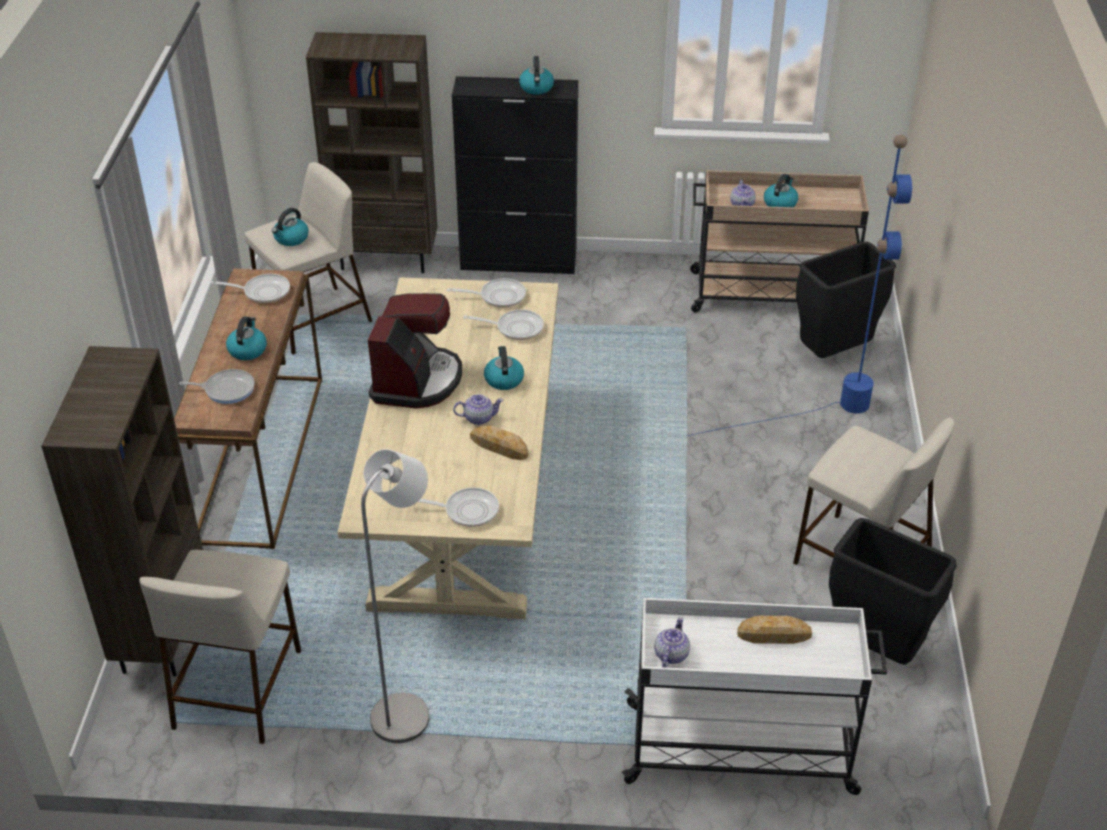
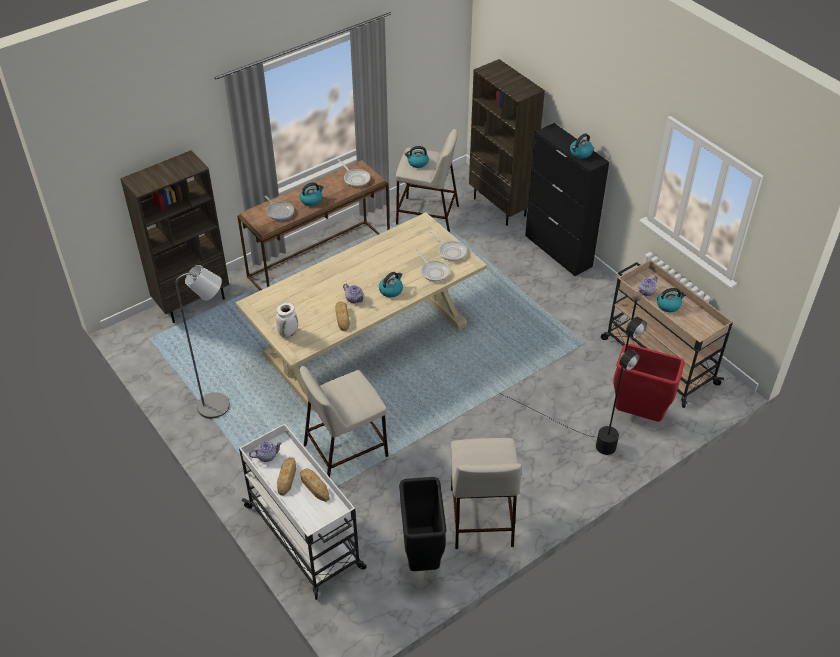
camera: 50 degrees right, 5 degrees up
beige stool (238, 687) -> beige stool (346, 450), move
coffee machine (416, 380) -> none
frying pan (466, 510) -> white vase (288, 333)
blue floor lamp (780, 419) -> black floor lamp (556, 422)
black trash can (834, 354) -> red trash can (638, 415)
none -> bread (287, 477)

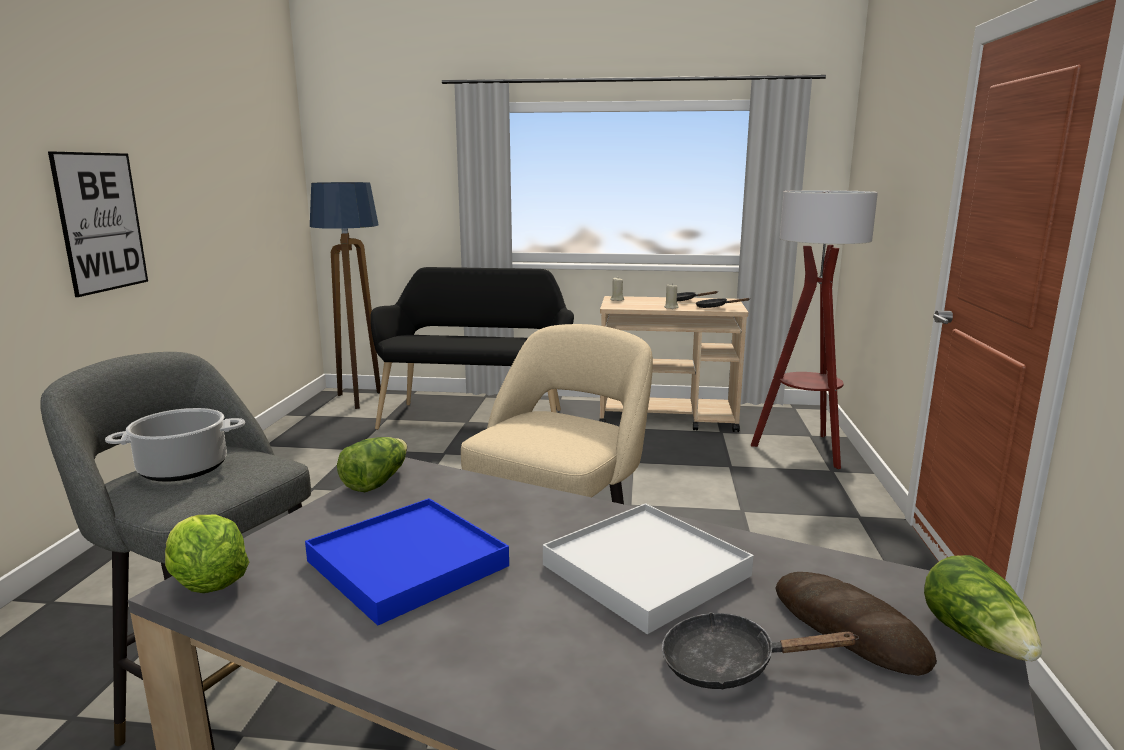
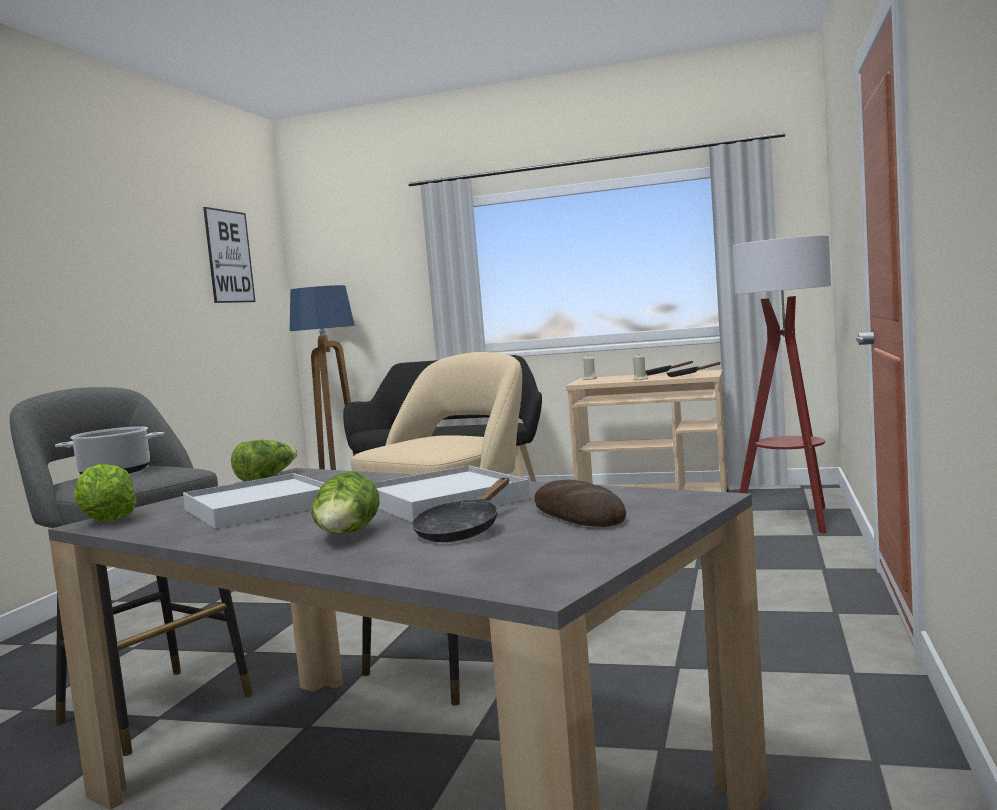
camera: 10 degrees right, 10 degrees down
picture (101, 222) -> picture (229, 256), move
blue tray (406, 563) -> white tray (258, 507)
black frying pan (729, 665) -> black frying pan (462, 530), 75 degrees counterclockwise
lettuce (977, 639) -> lettuce (347, 535), move

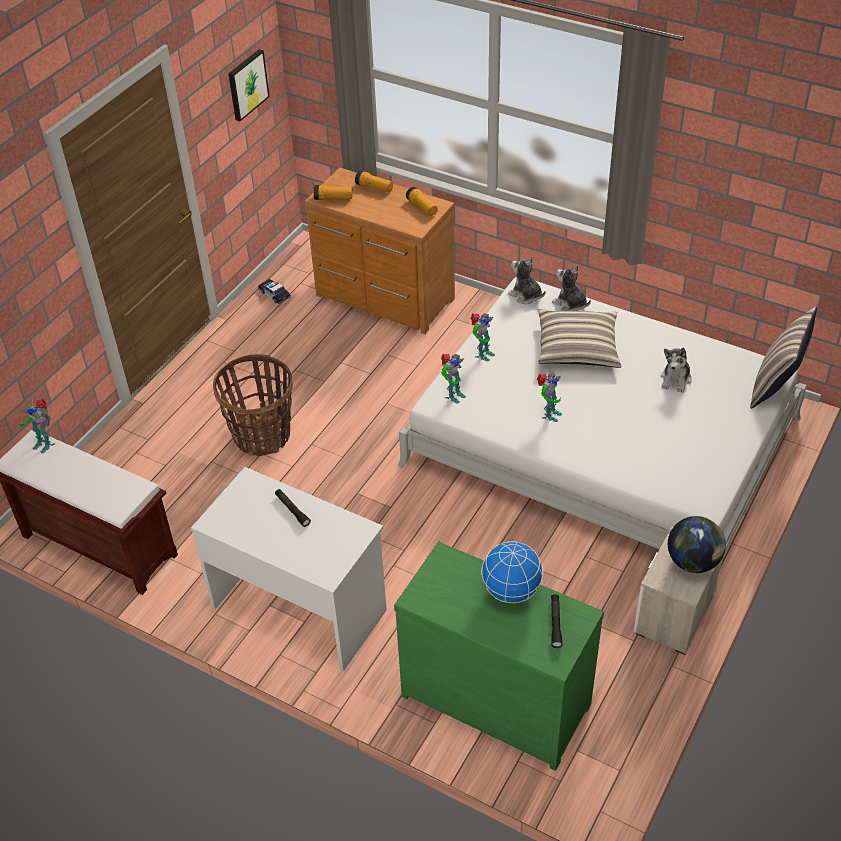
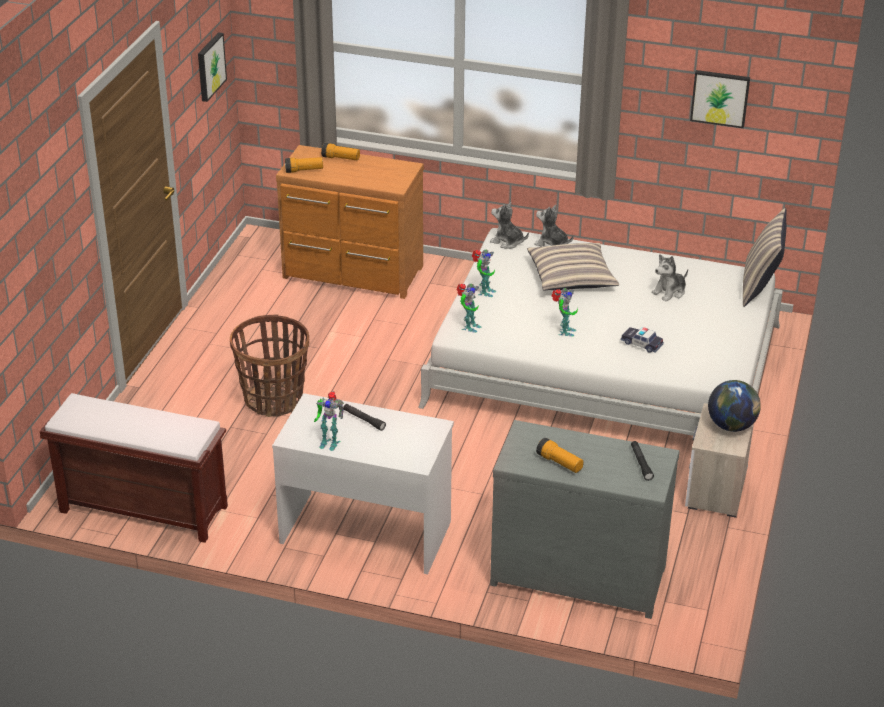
camera: 15 degrees left, 10 degrees down
toy robot (44, 443) -> toy robot (329, 442), move
toy car (274, 294) -> toy car (641, 343), move
green dresser (497, 695) -> grey dresser (578, 571)
flashlight (422, 207) -> flashlight (559, 463), move
globe (511, 590) -> none
plush toy (675, 379) -> plush toy (669, 292), 45 degrees clockwise
none -> picture (720, 98)

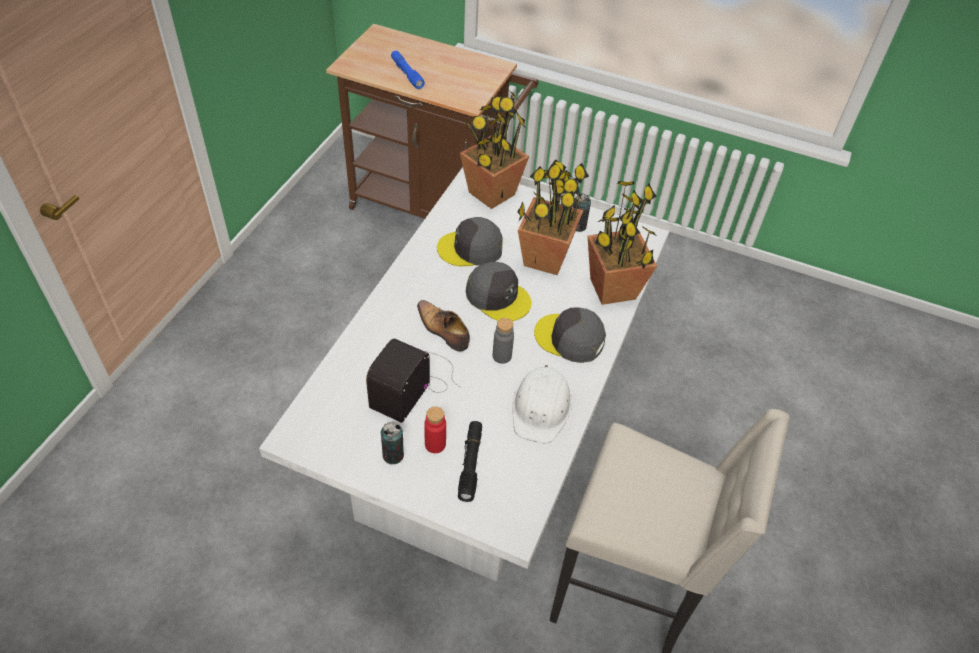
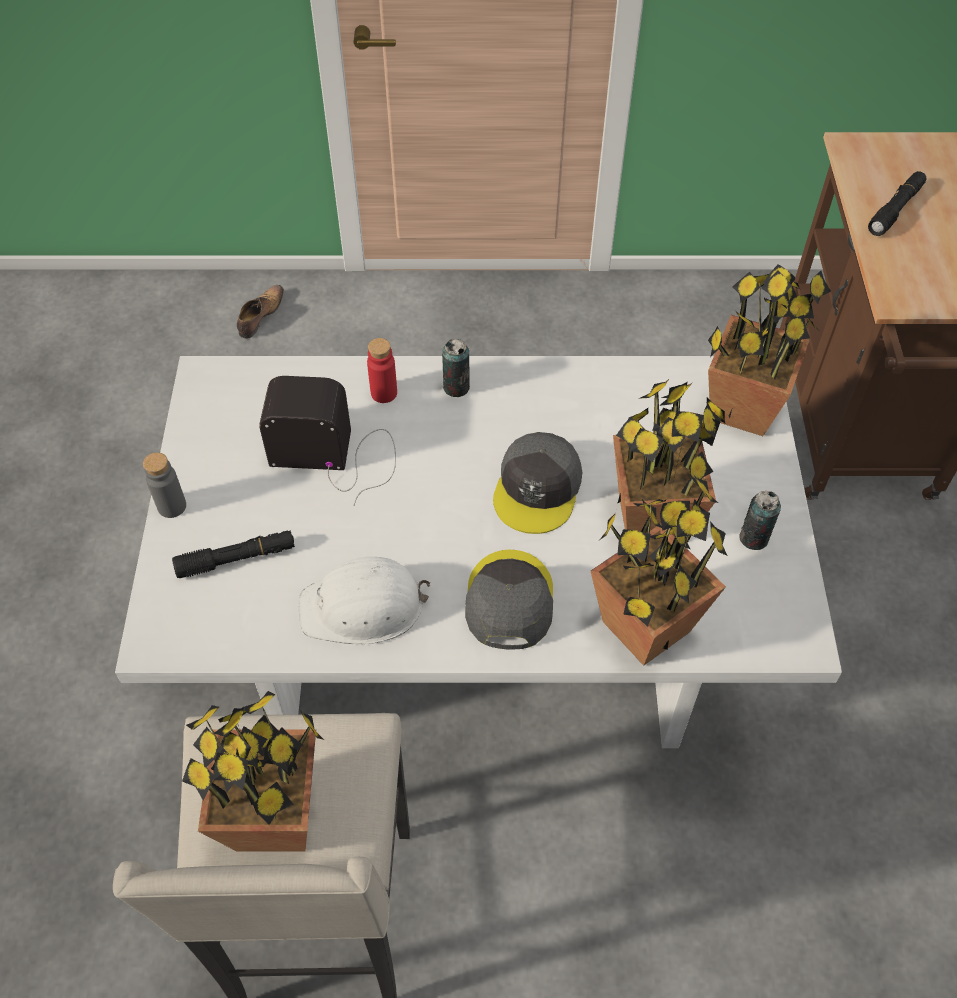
camera: 70 degrees right, 5 degrees up
can (393, 455) -> can (456, 387), move
blue flashlight (407, 74) -> black flashlight (895, 209)
shoe (443, 330) -> shoe (260, 316), move
red bottle (435, 444) -> red bottle (384, 393), move
grey cap (471, 248) -> none
grey bottle (502, 356) -> grey bottle (172, 506), move
none -> potted plant (274, 816)

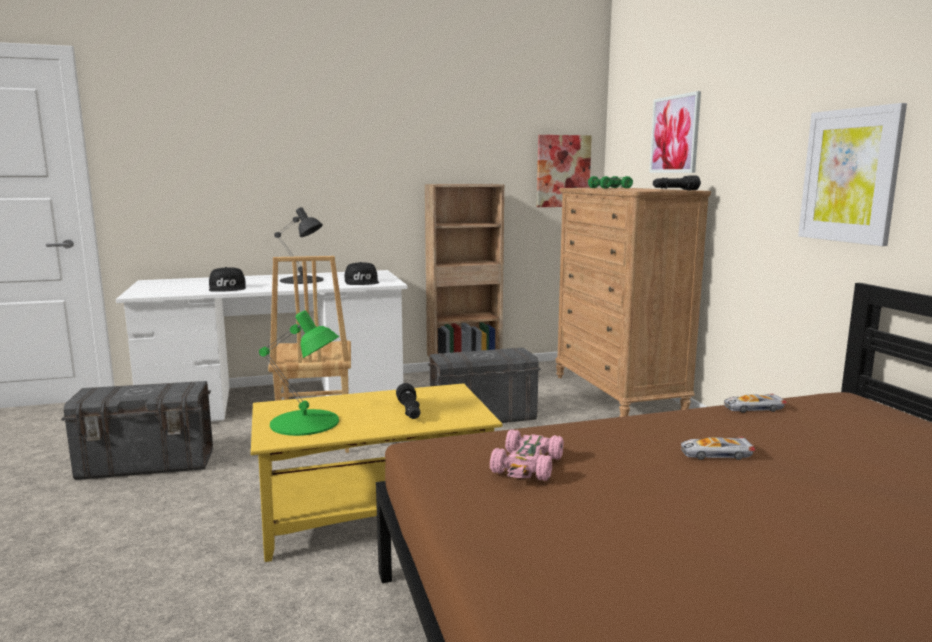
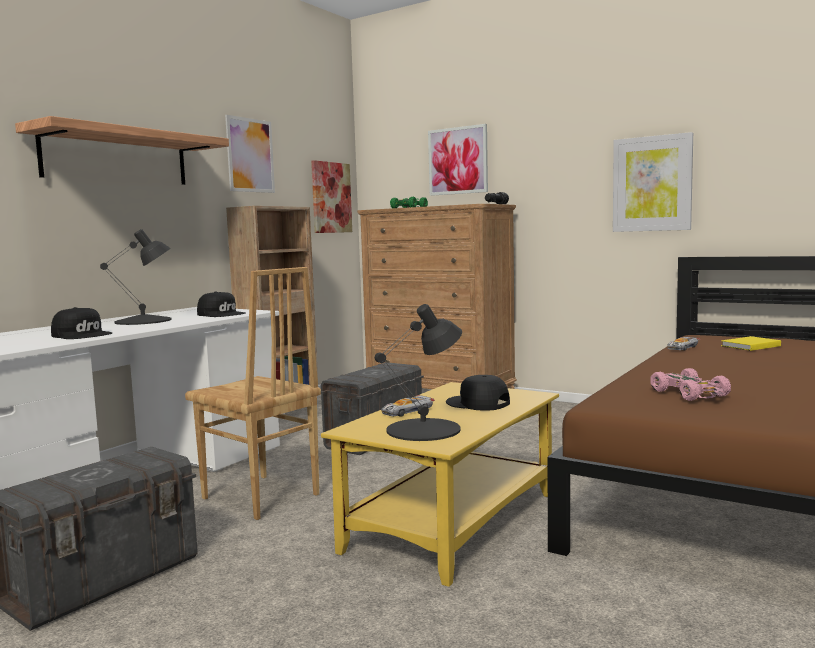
camera: 40 degrees left, 5 degrees down
green table lamp (305, 423) -> black table lamp (425, 429)
black flashlight (409, 411) -> black cap (477, 403)
toy car (715, 454) -> toy car (407, 411), move
none -> shelf (117, 158)
none -> picture (250, 155)
none -> yellow book (749, 346)

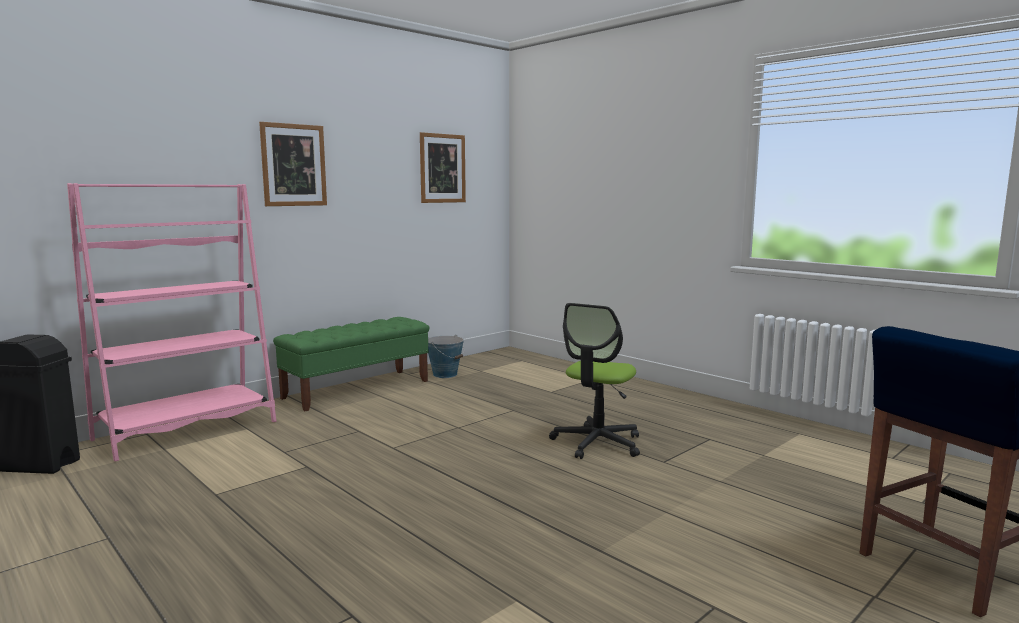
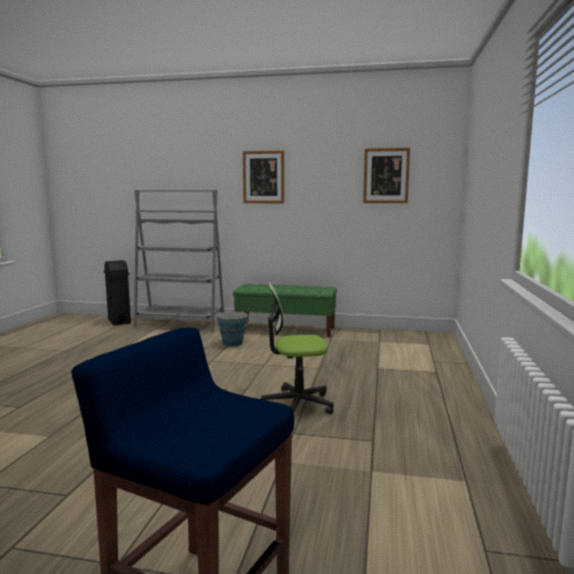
camera: 55 degrees right, 0 degrees up
pink bookcase (187, 430) -> grey bookcase (180, 324)
bucket (445, 374) -> bucket (233, 343), move

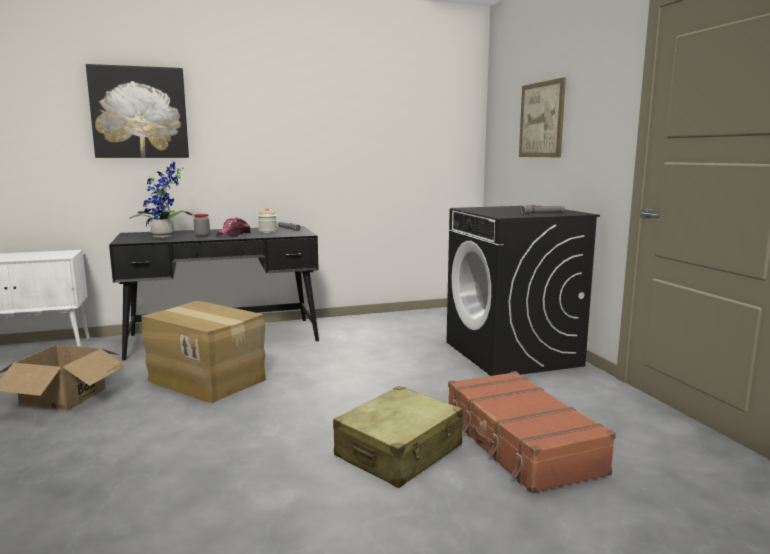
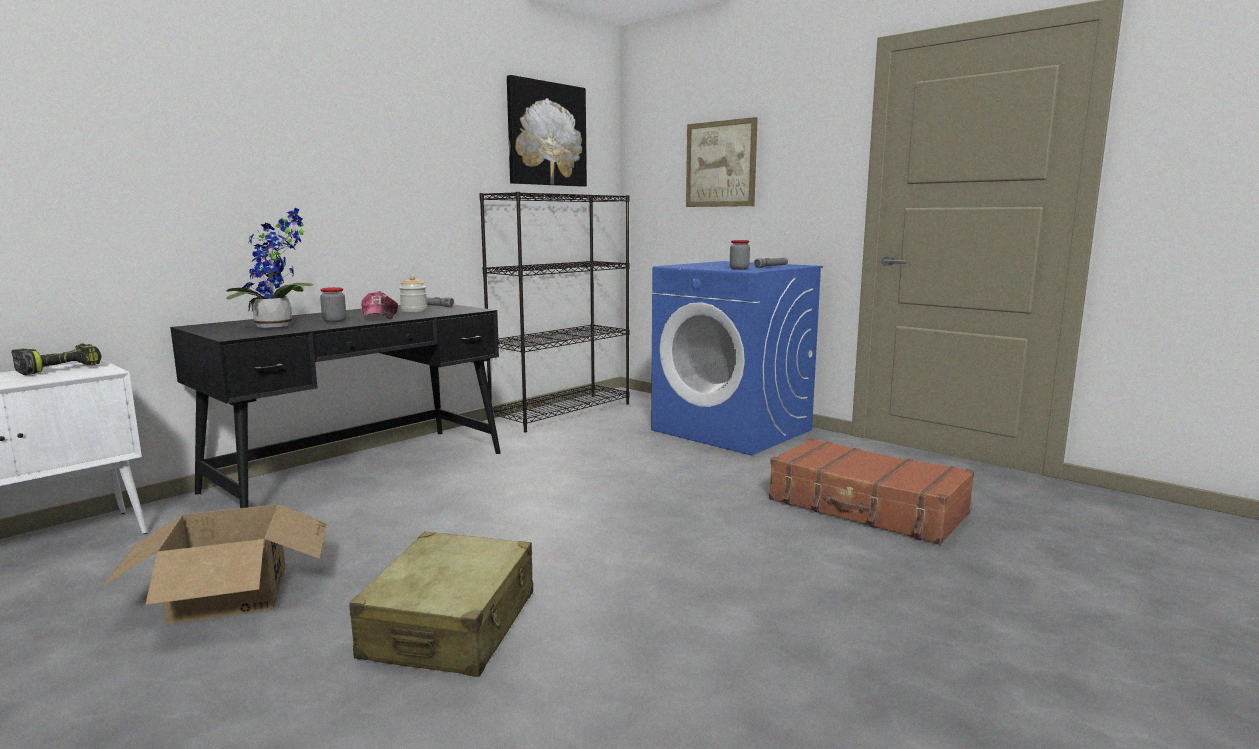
camera: 30 degrees left, 0 degrees up
picture (139, 113) -> picture (546, 134), move
cardboard box (208, 379) -> none
beige suitcase (399, 452) -> beige suitcase (451, 626), move
black washing machine (513, 354) -> blue washing machine (733, 430)
none -> power drill (60, 368)
none -> black bookcase (562, 412)
none -> jar (739, 269)

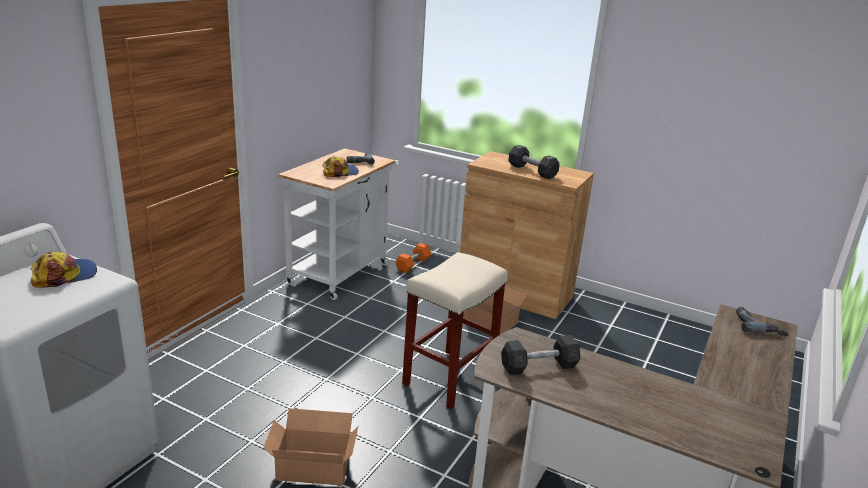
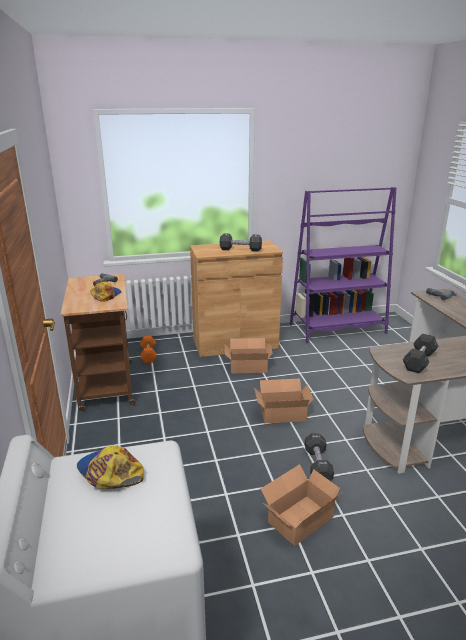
camera: 40 degrees left, 0 degrees up
cap (65, 275) -> cap (109, 473), 60 degrees counterclockwise
white cart (342, 271) -> brown cart (106, 382)
beige stool (449, 377) -> cardboard box (281, 412)
none -> purple bookcase (337, 329)
none -> black dumbbell (317, 465)

